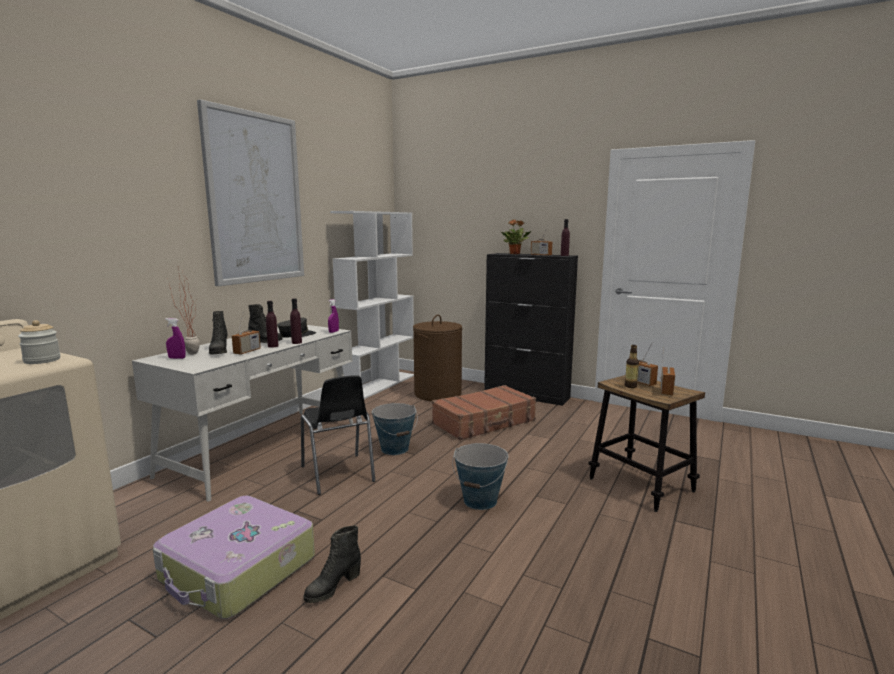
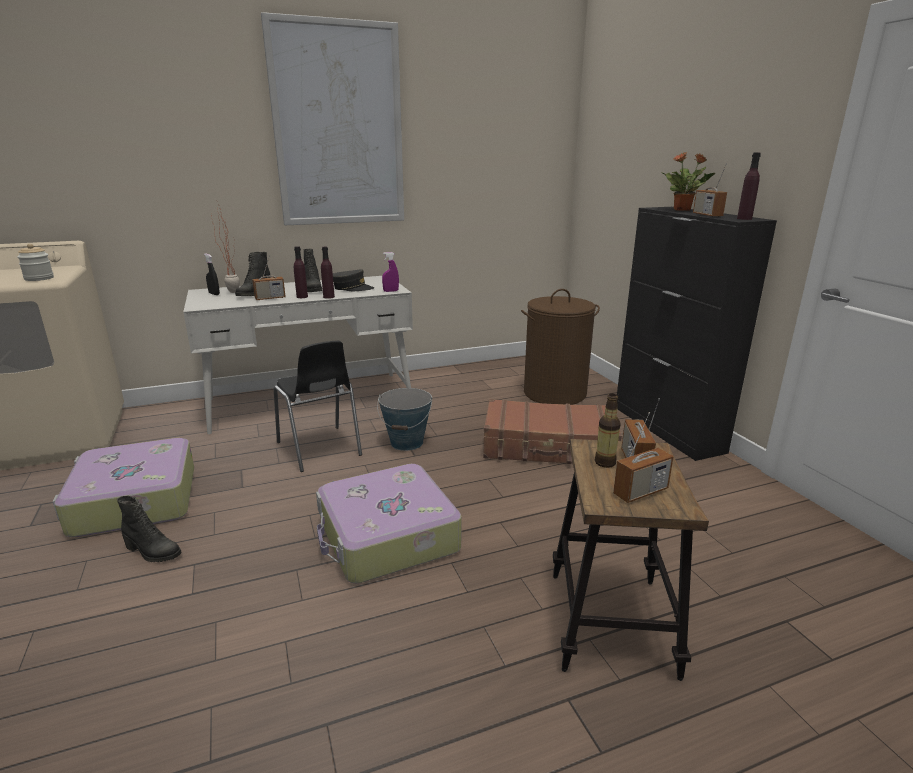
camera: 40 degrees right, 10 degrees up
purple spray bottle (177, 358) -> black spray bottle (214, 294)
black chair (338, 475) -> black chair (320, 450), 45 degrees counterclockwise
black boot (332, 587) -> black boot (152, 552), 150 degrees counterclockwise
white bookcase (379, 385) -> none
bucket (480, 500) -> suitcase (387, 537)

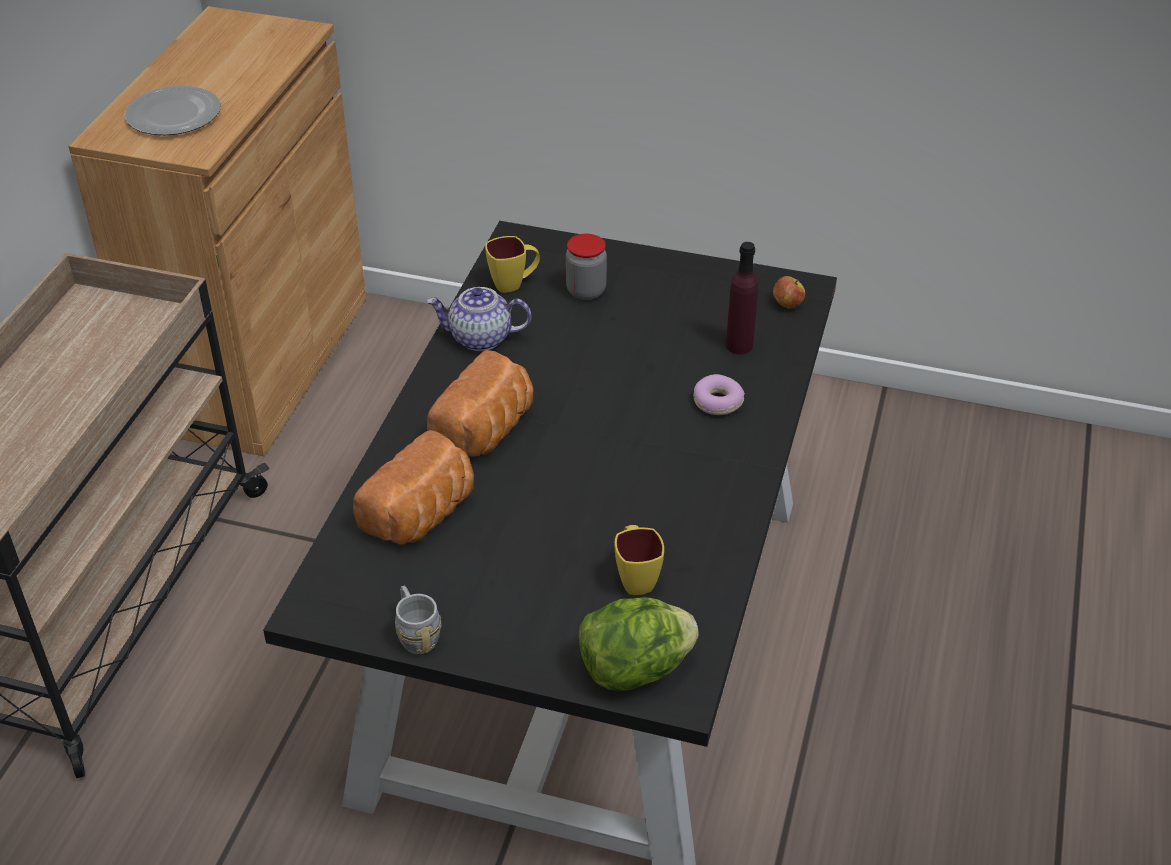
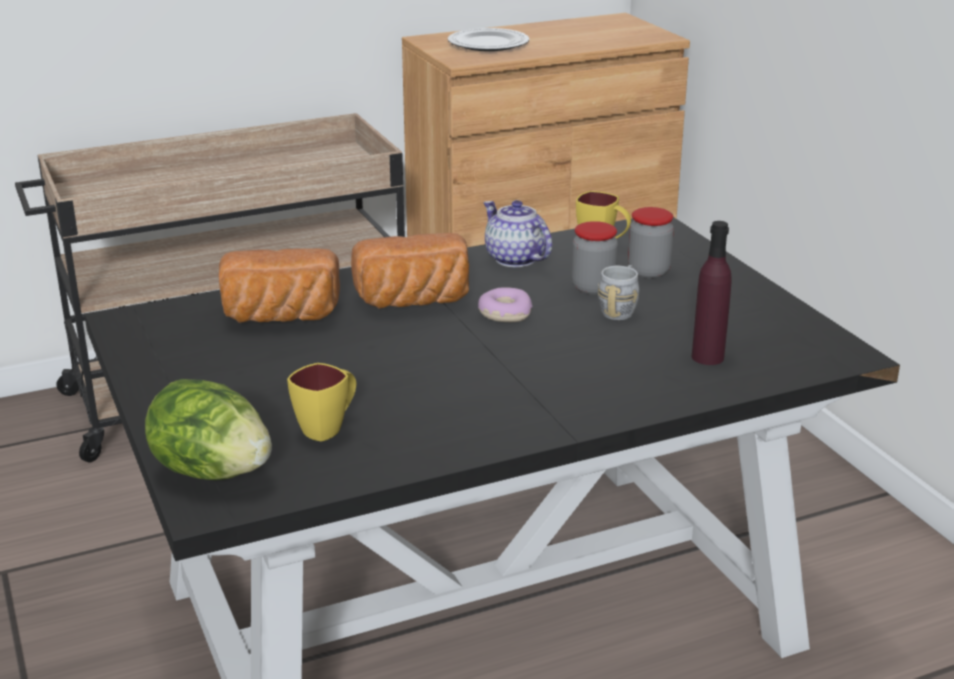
camera: 50 degrees right, 15 degrees down
grey mug (416, 633) -> grey mug (620, 309), move
donut (717, 402) -> donut (504, 314), move
apple (787, 304) -> none
none -> jar (593, 288)

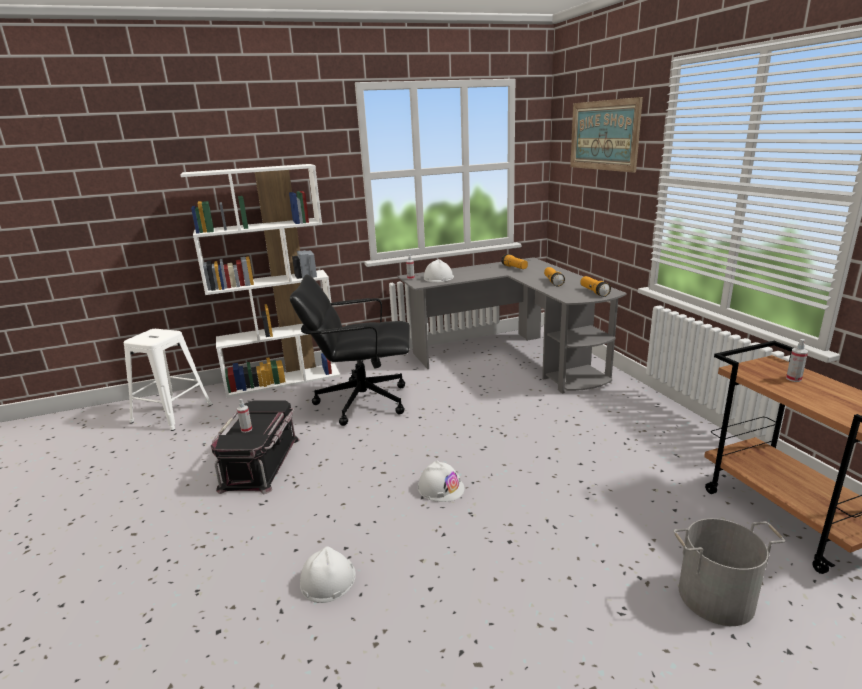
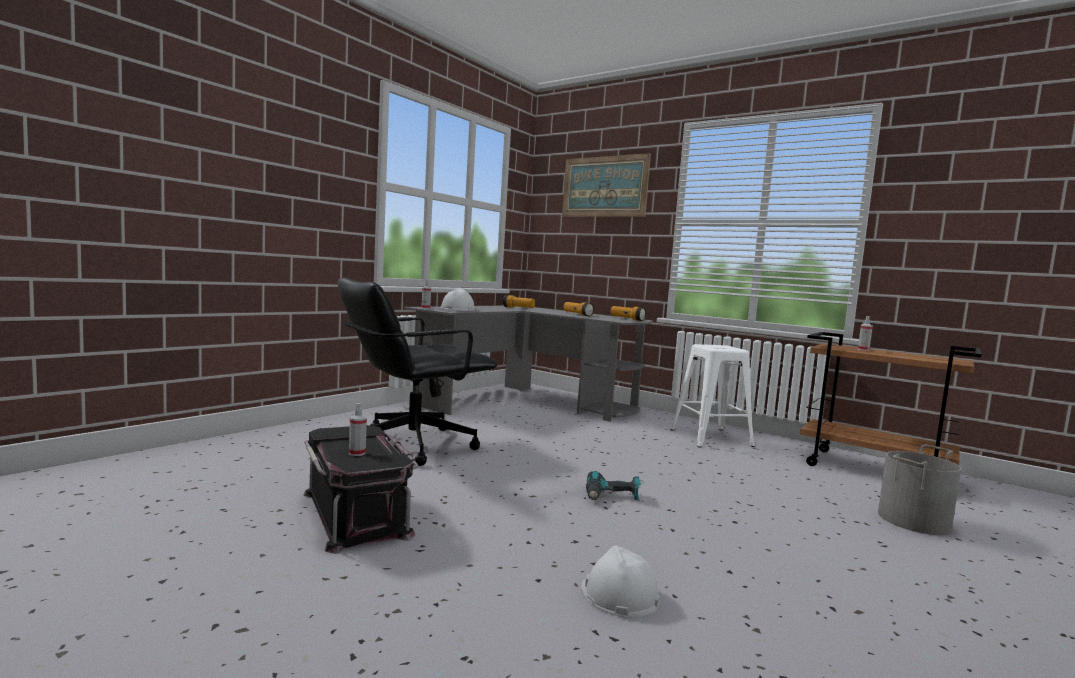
camera: 35 degrees left, 15 degrees down
white stool (173, 413) -> white stool (711, 437), move
white bookcase (284, 380) -> none
white hard hat (440, 487) -> power drill (611, 497)

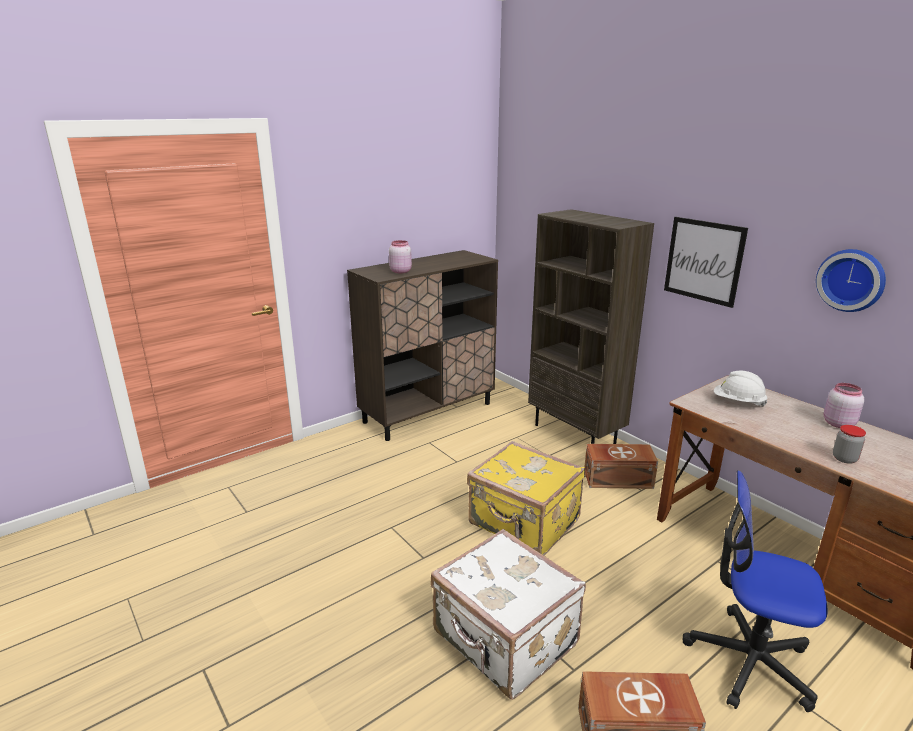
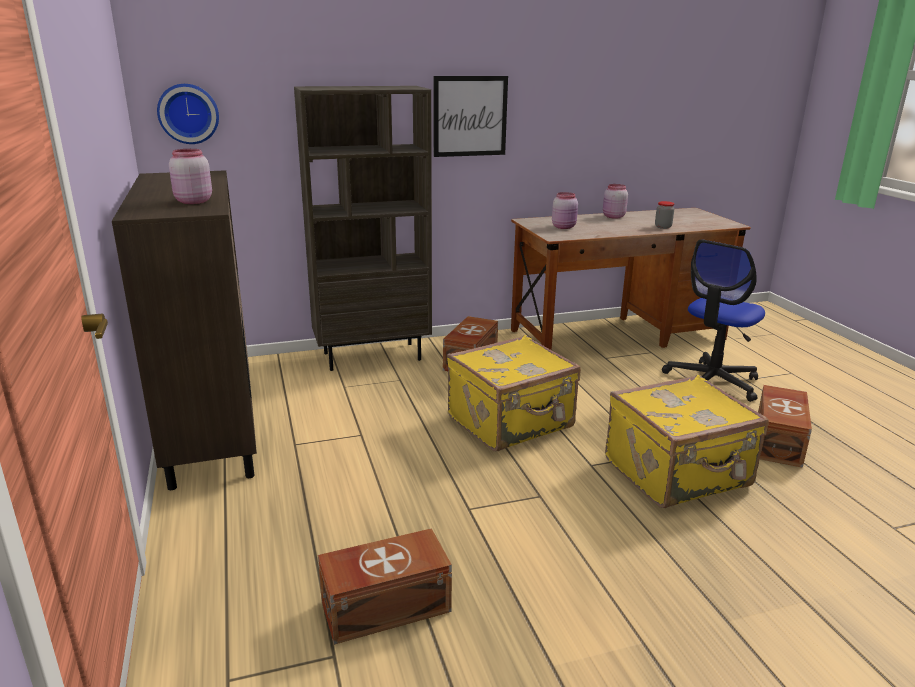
camera: 70 degrees left, 0 degrees up
white suitcase (504, 640) -> yellow suitcase (678, 474)
white hard hat (738, 402) -> pink jar (564, 227)
wall clock (852, 280) -> wall clock (188, 113), move
none -> brown storage box (383, 605)

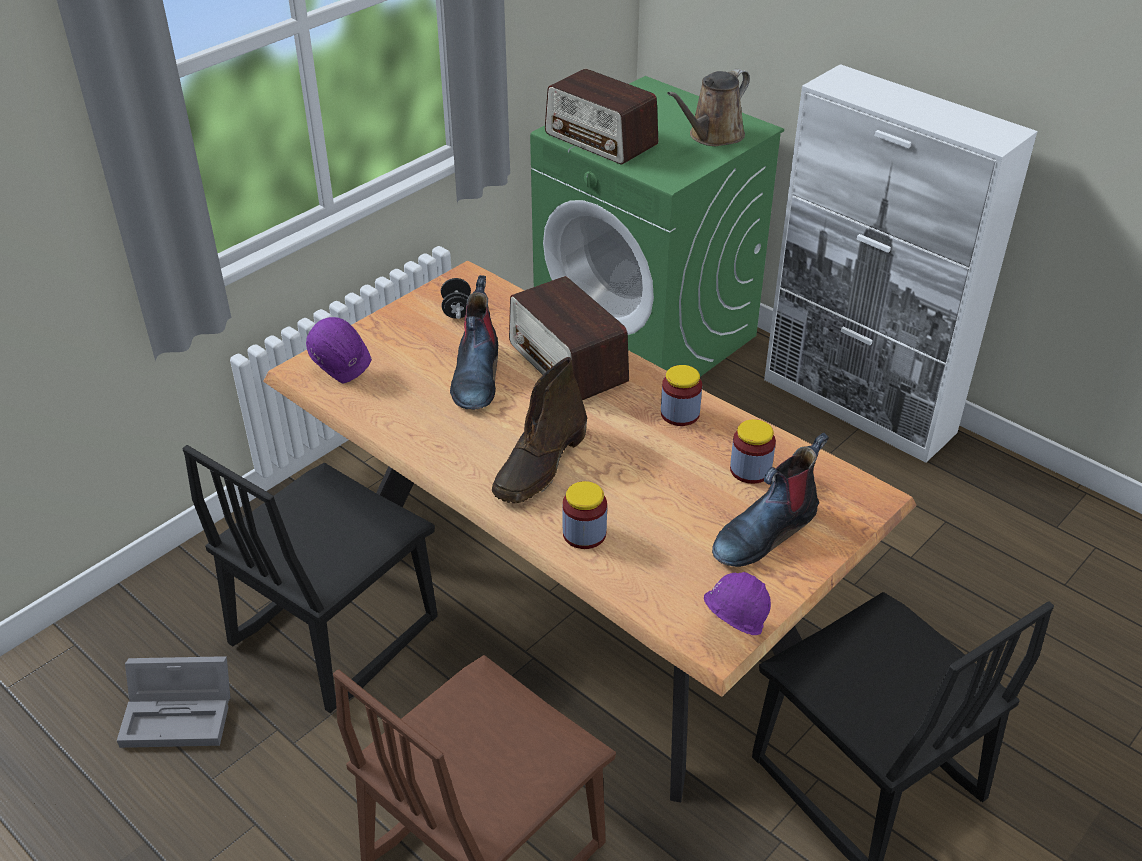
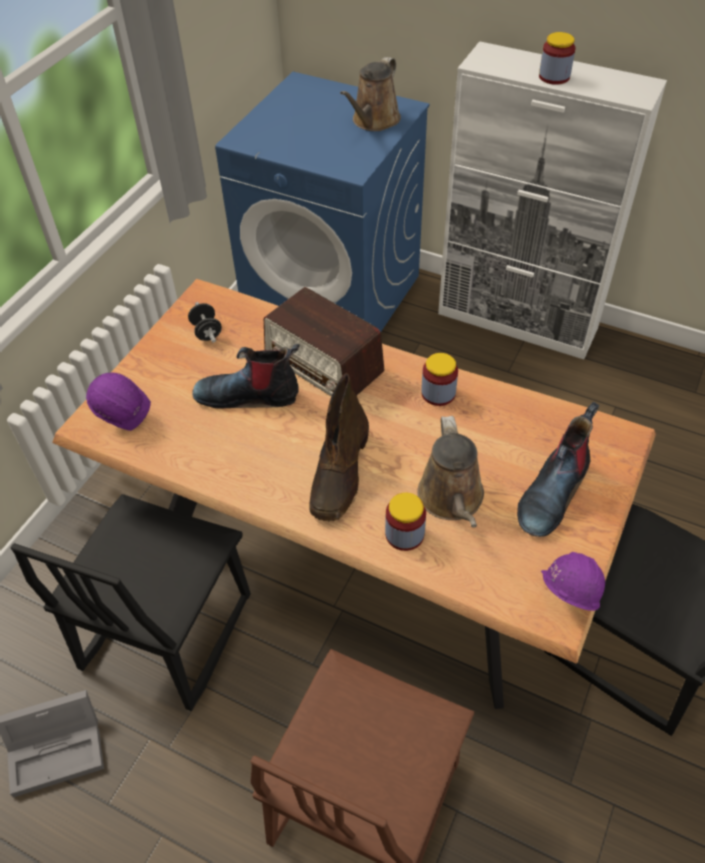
camera: 15 degrees left, 10 degrees up
boot (476, 376) -> boot (249, 395), 105 degrees clockwise
green washing machine (647, 336) -> blue washing machine (333, 294)
radio (601, 140) -> none
jar (750, 470) -> jar (554, 77), move
none -> brown watering can (452, 499)

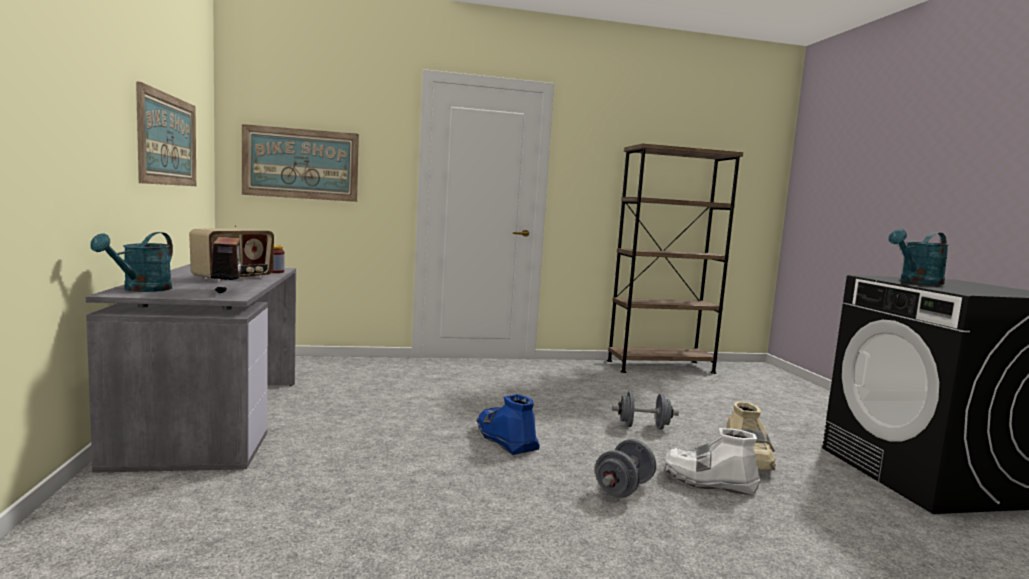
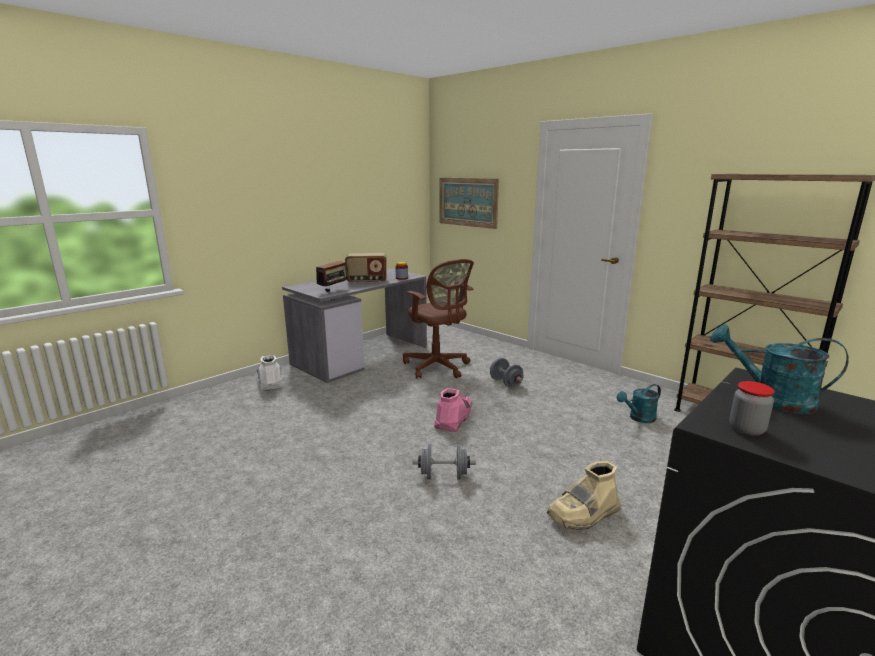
camera: 55 degrees right, 10 degrees up
turquoise watering can (141, 290) -> turquoise watering can (639, 418), move
picture (168, 140) -> none
blue boot (505, 439) -> pink boot (453, 418)
grey dumbbell (643, 426) -> grey dumbbell (505, 383), move
white boot (708, 481) -> white boot (270, 381), move
none -> brown office chair (438, 367)
none -> jar (746, 430)

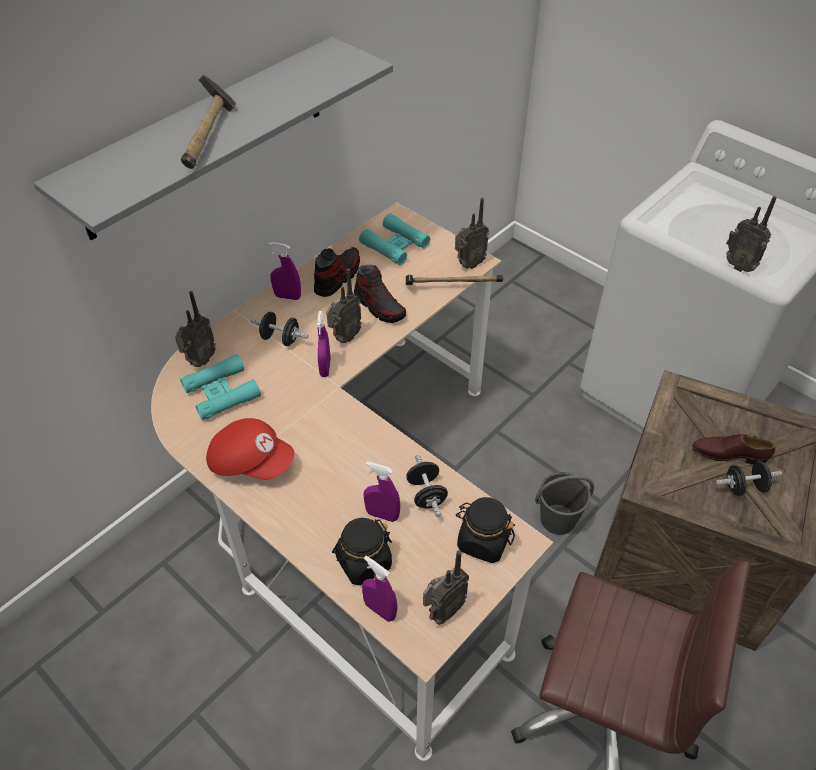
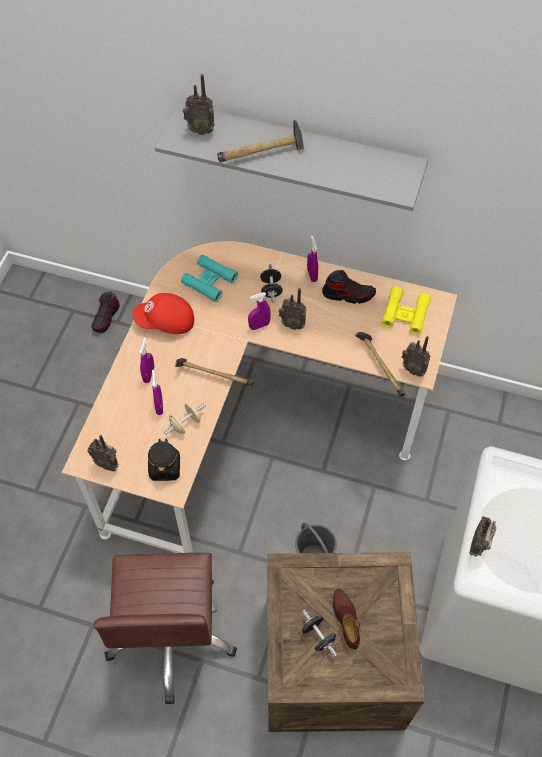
camera: 65 degrees right, 10 degrees up
radio (199, 361) -> radio (200, 130), move
red cap (251, 461) -> red cap (166, 322), 90 degrees clockwise
black jar (363, 562) -> none
shoe (379, 306) -> shoe (106, 317), move
turquoise binoculars (395, 245) -> yellow binoculars (405, 314)
purple spray bottle (380, 610) -> purple spray bottle (149, 374), move
black dumbbell (426, 494) -> beige dumbbell (185, 424)
none -> hammer (212, 376)

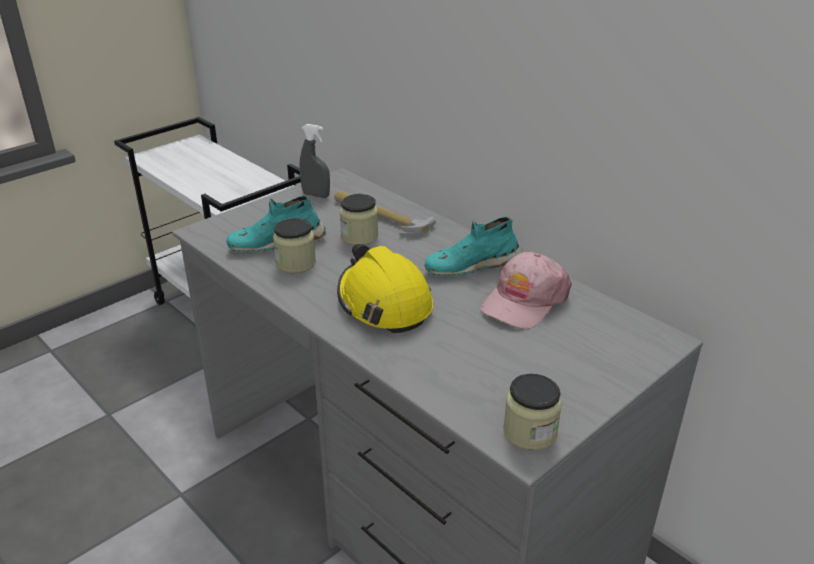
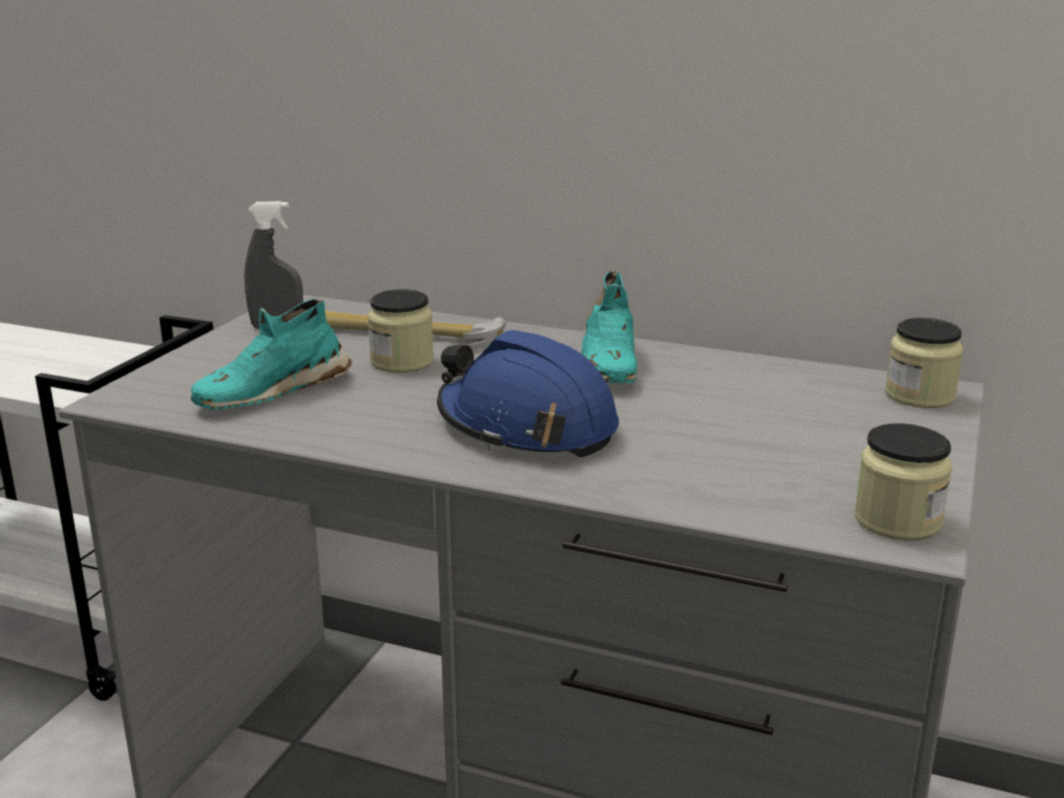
camera: 25 degrees left, 10 degrees down
jar (296, 263) -> jar (919, 395), move
yellow hard hat (384, 303) -> blue hard hat (526, 427)
turquoise shoe (472, 265) -> turquoise shoe (607, 364), 45 degrees counterclockwise
pink cap (524, 301) -> none

